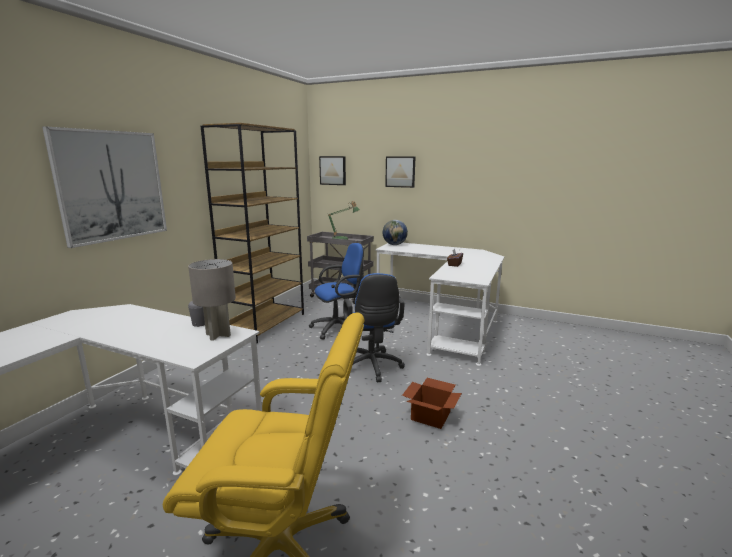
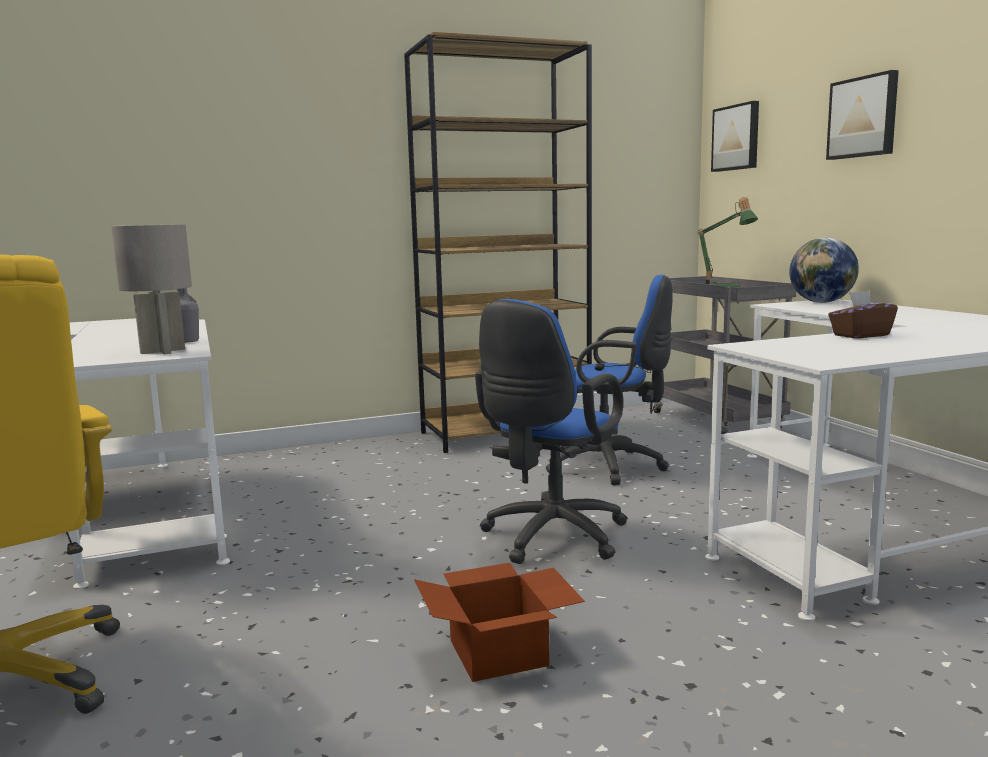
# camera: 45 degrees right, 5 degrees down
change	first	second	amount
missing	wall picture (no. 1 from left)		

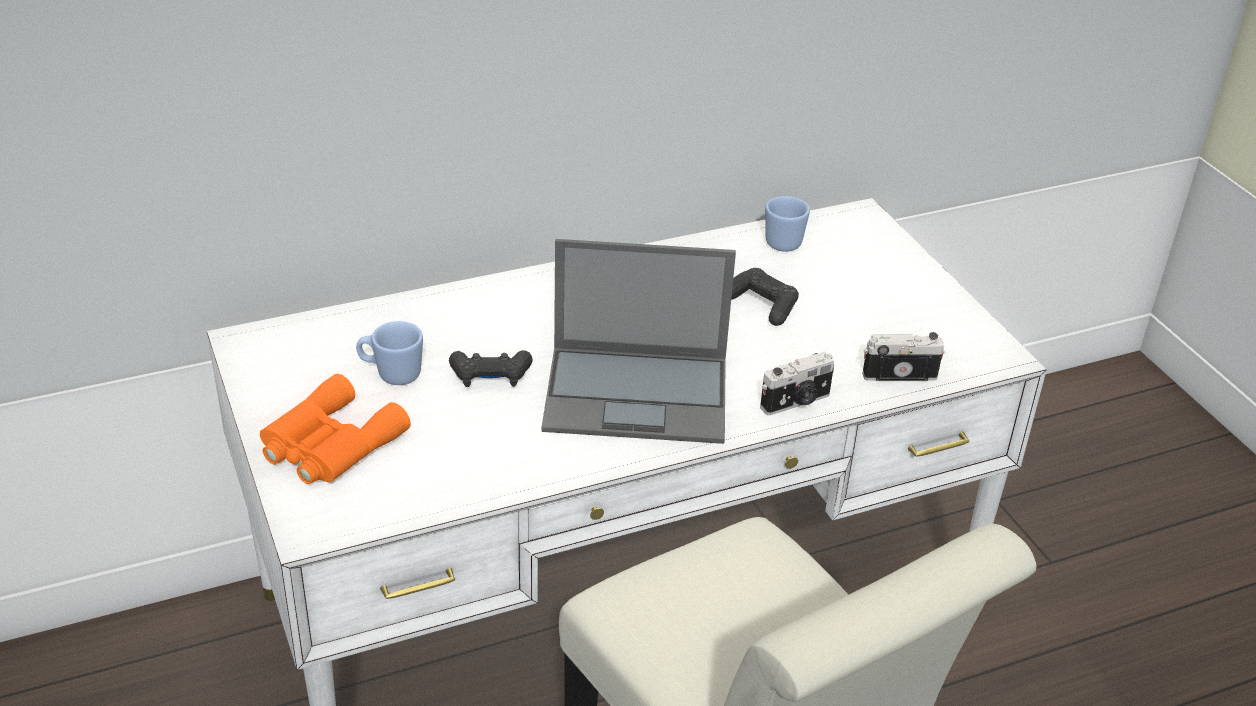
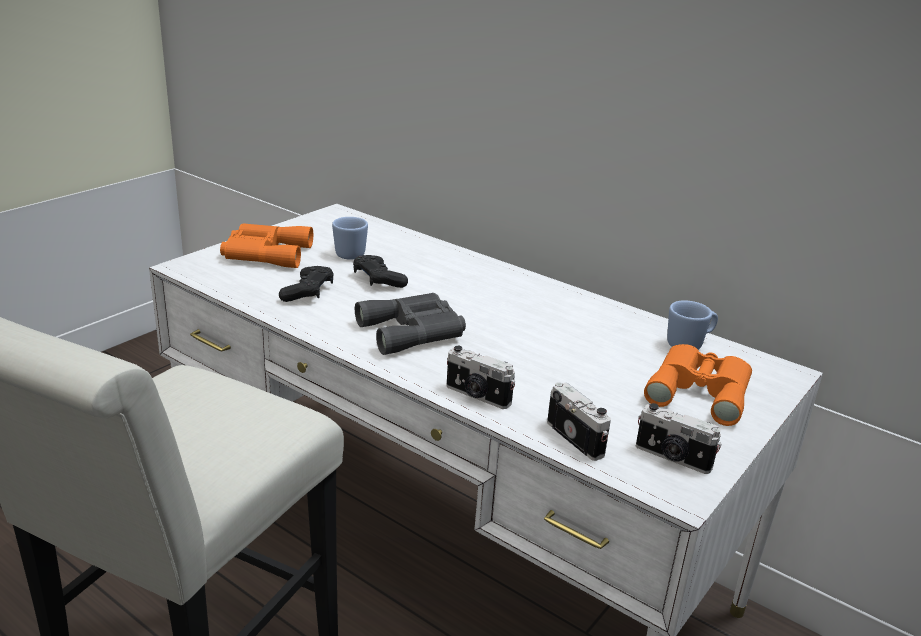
# camera: 60 degrees right, 10 degrees down
change	first	second	amount
relocated	game controller (blackish) (no. 2 from left in the first image)	game controller (blackish) (no. 1 from left)	
exchanged	notebook computer	binoculars (grey)	
appeared		still camera (no. 3 from left)	
appeared		binoculars (orange) (no. 2 from left)	

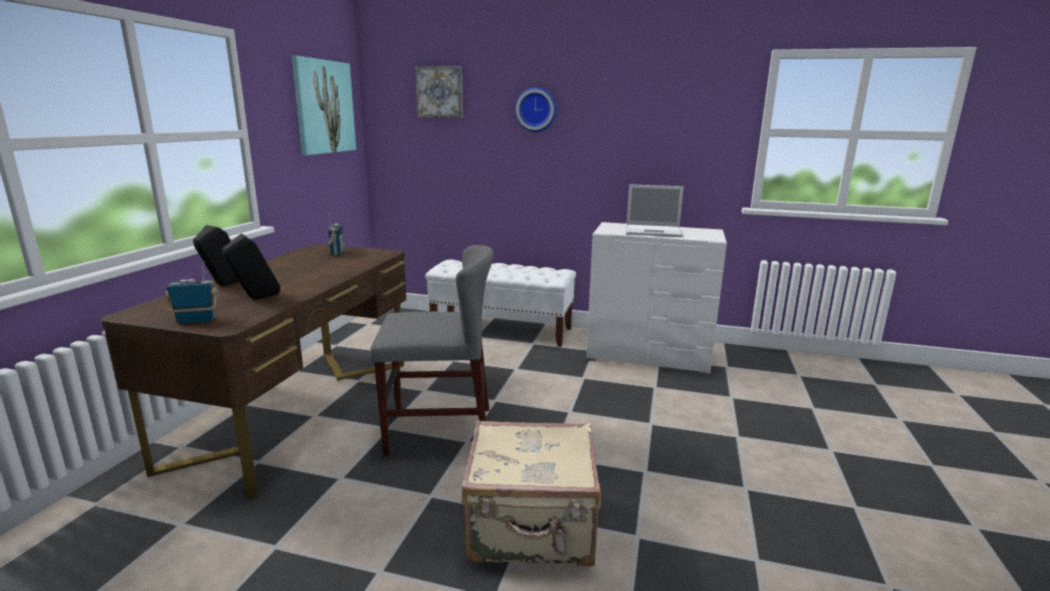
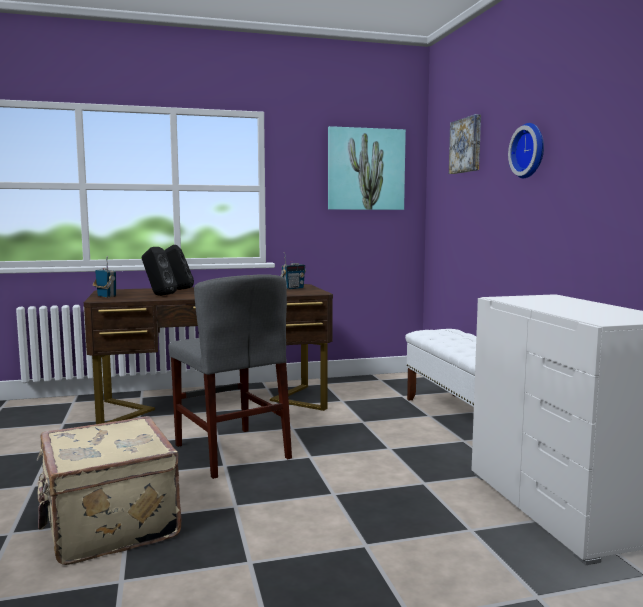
# camera: 60 degrees right, 10 degrees down
change	first	second	amount
missing	notebook computer		

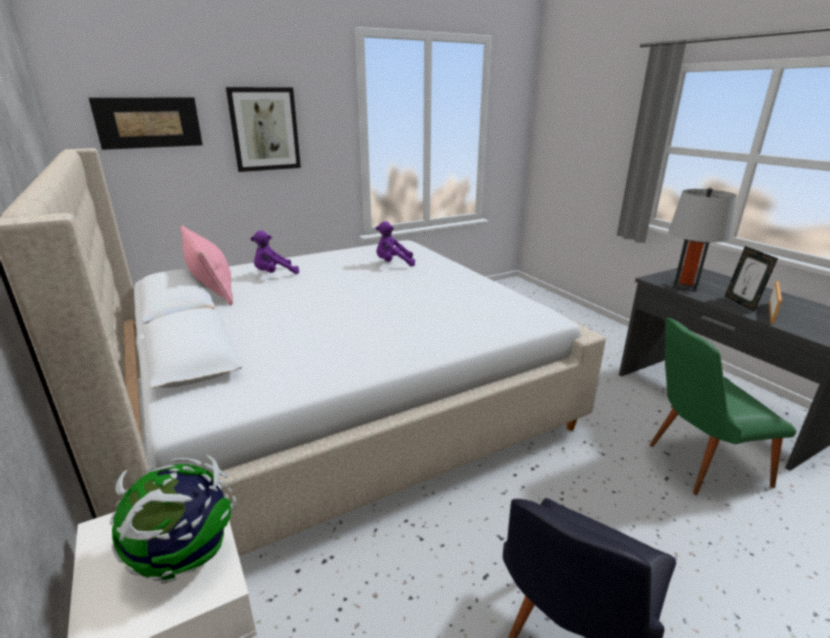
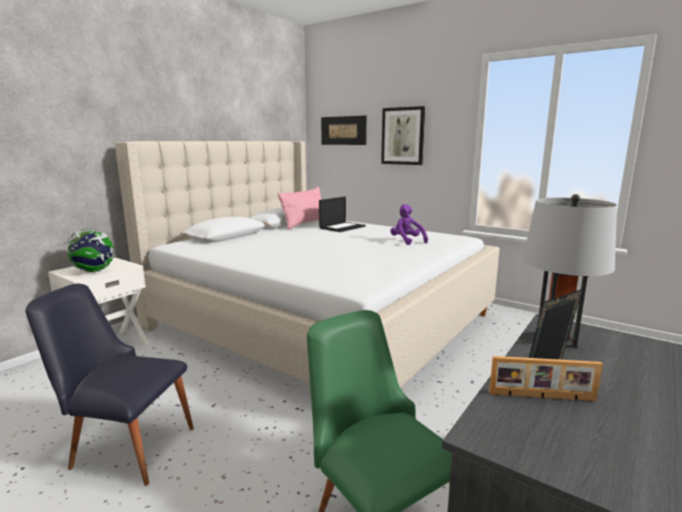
# camera: 65 degrees right, 10 degrees down
change	first	second	amount
exchanged	soft toy (purple) (no. 1 from left)	notebook computer	

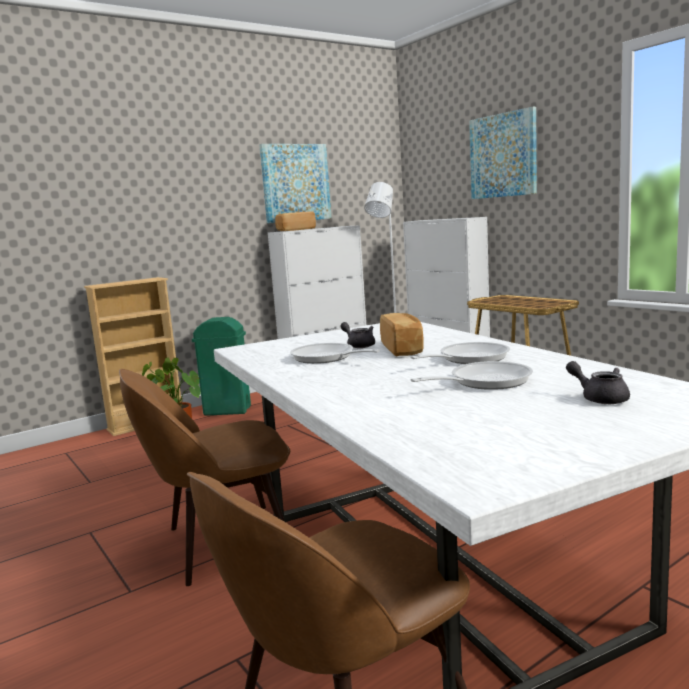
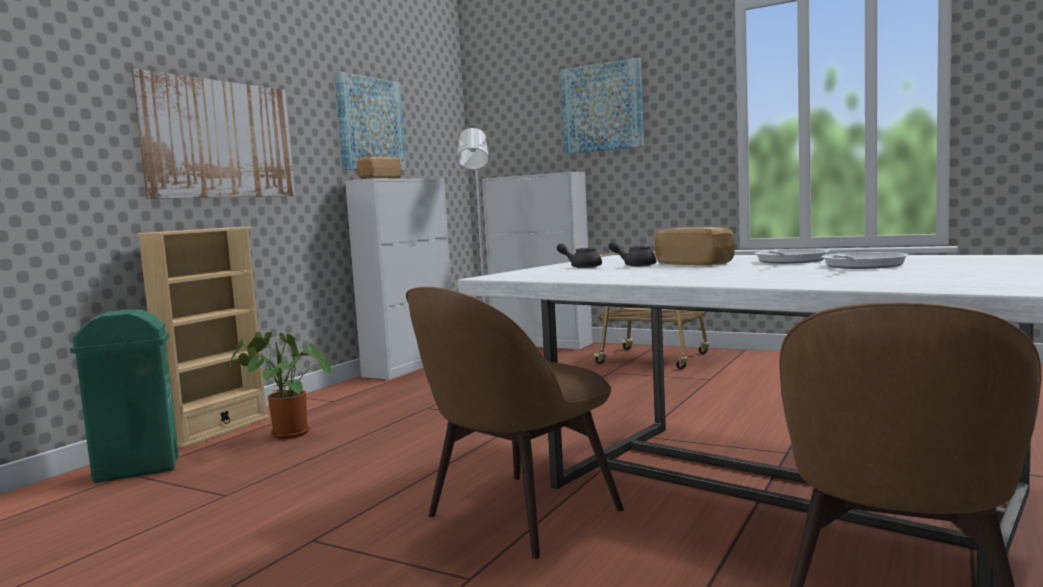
# camera: 25 degrees left, 5 degrees down
change	first	second	amount
relocated	trash can (green-coloured)		
appeared		wall picture (no. 1 from left)	
relocated	pot for tea (grey) (no. 2 from left in the first image)	pot for tea (grey) (no. 1 from left)	
missing	frying pan (no. 1 from left)		

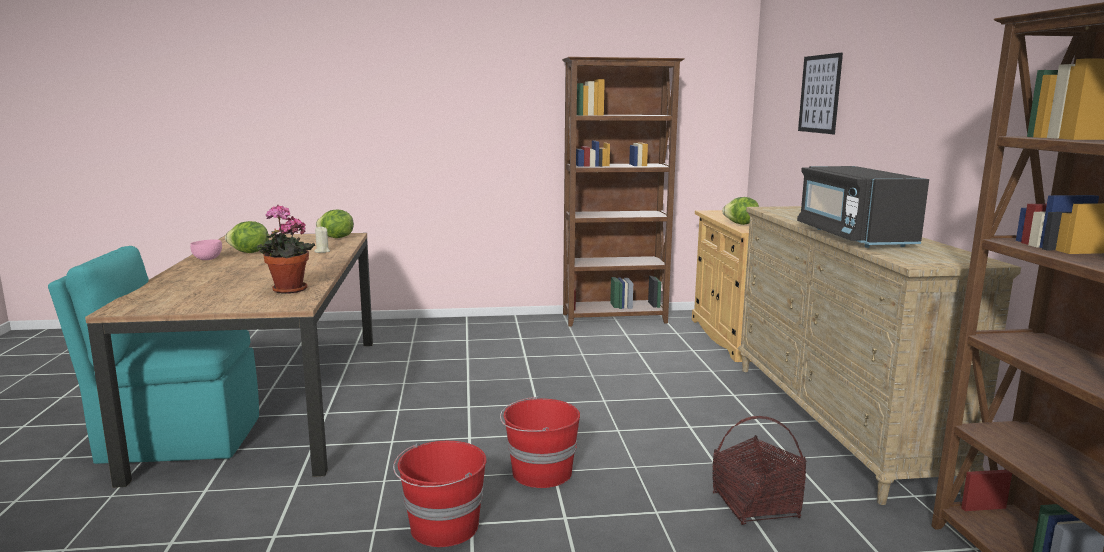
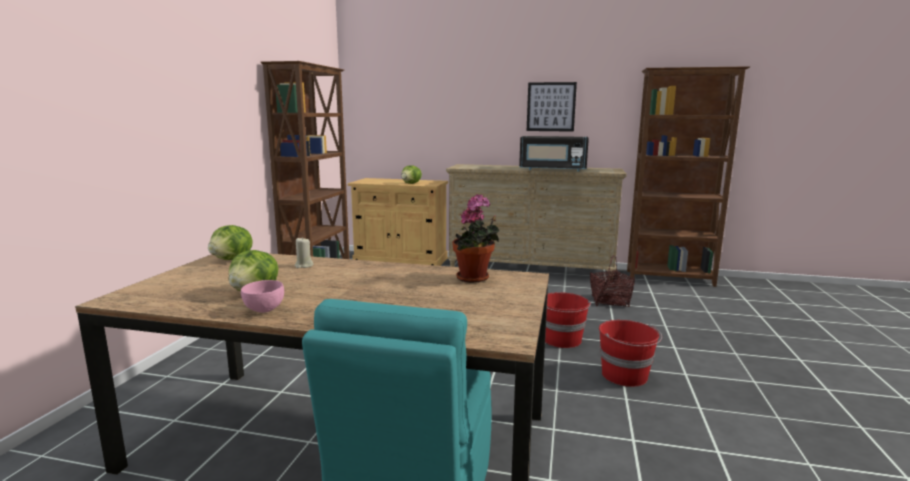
# camera: 70 degrees left, 0 degrees up
change	first	second	amount
relocated	wall picture		

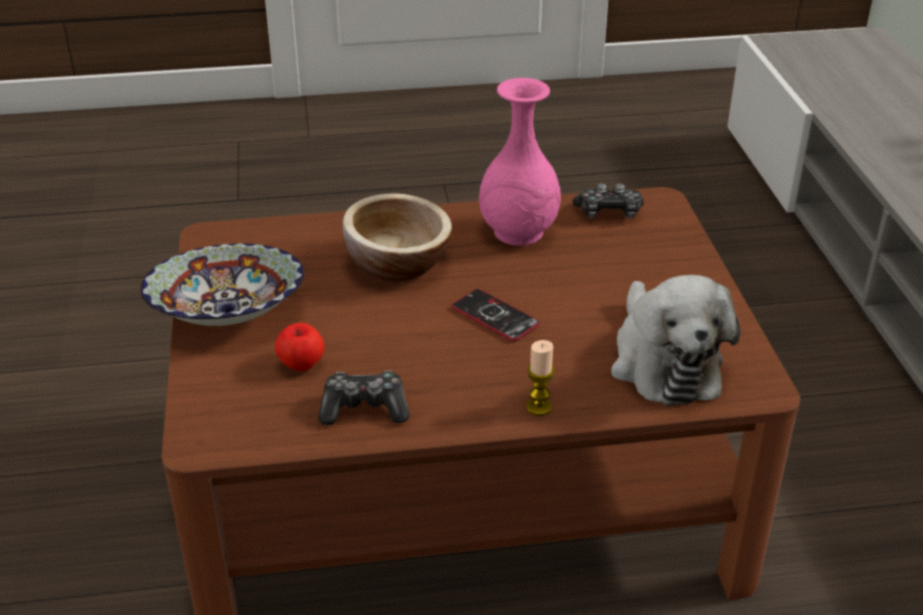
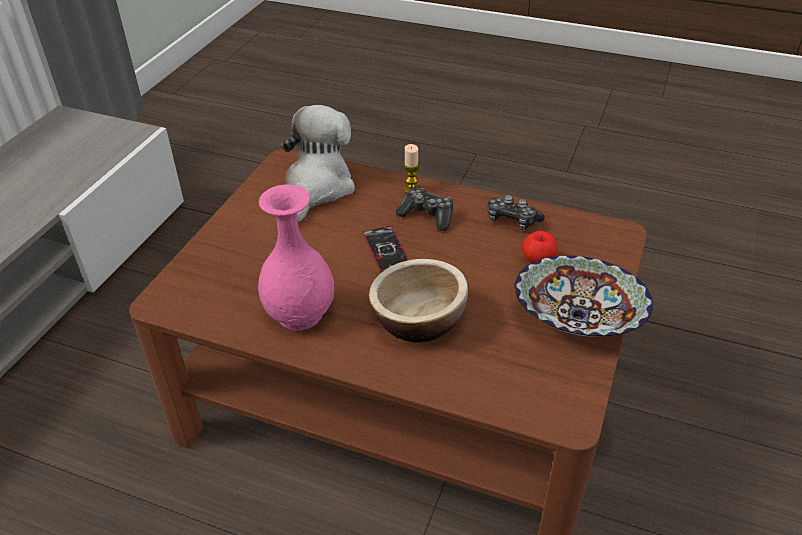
# camera: 150 degrees left, 5 degrees up
change	first	second	amount
relocated	game controller (no. 2 from left in the first image)	game controller (no. 1 from left)	

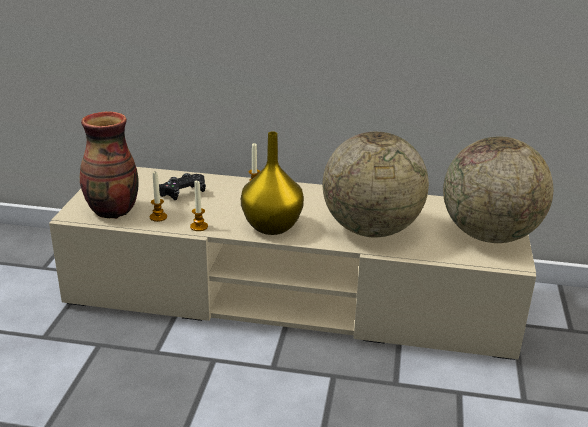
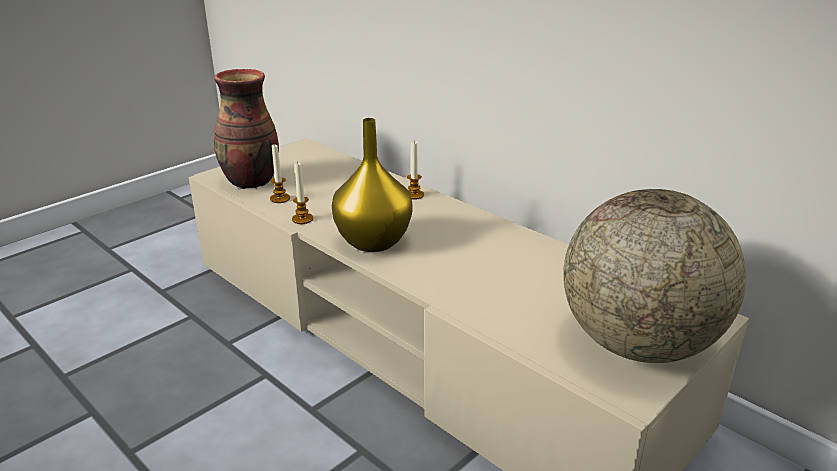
# camera: 35 degrees right, 0 degrees up
change	first	second	amount
missing	game controller (blackish)		
missing	desk globe (no. 1 from left)		

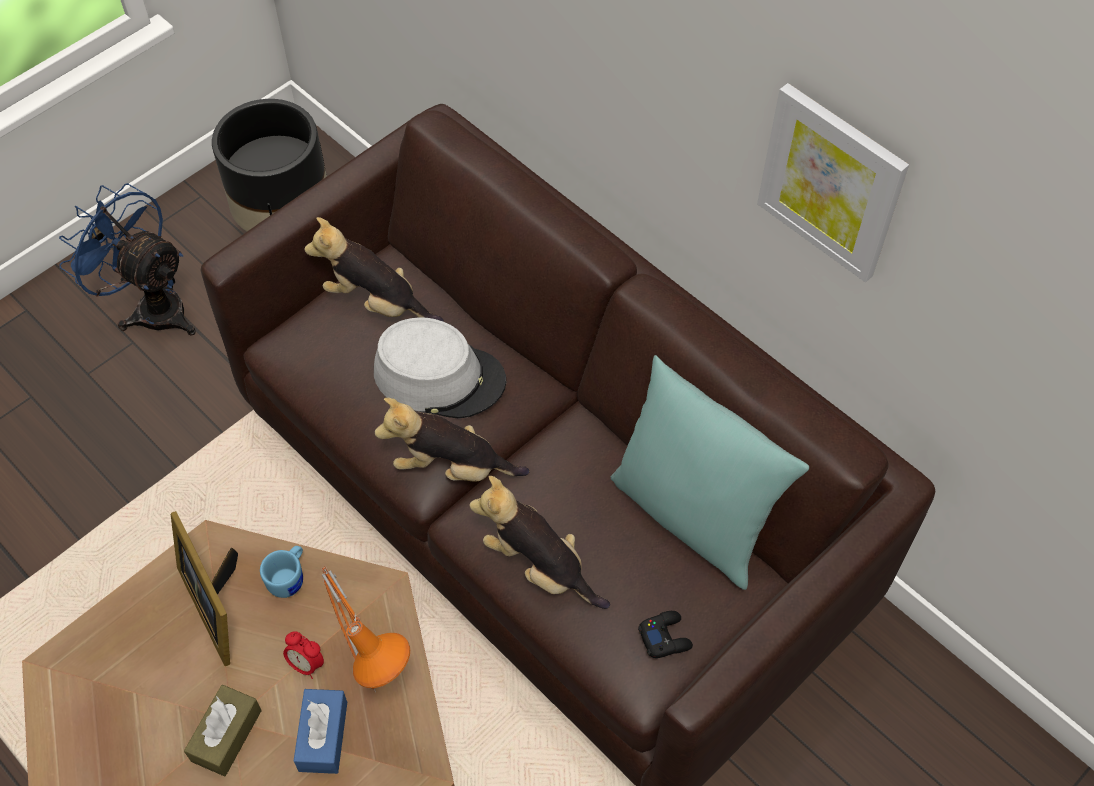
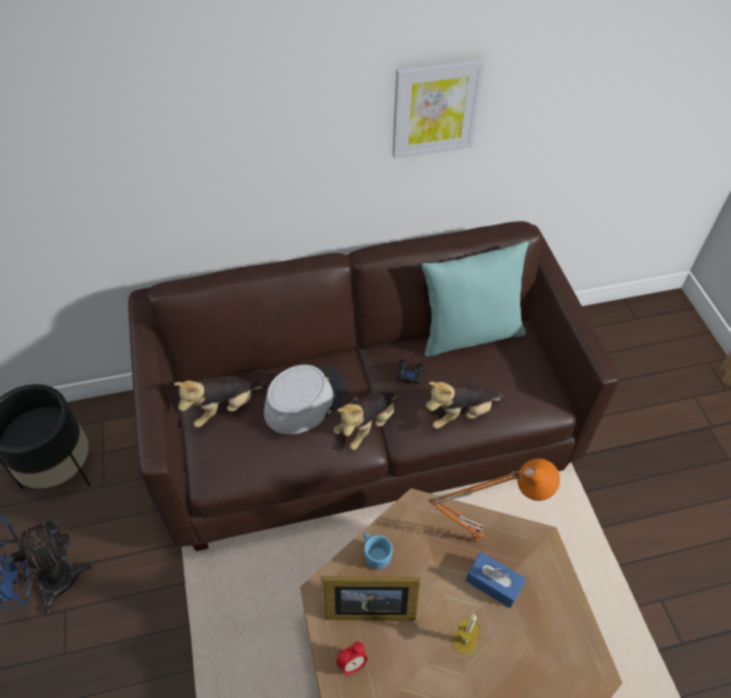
# camera: 60 degrees left, 5 degrees down
change	first	second	amount
relocated	bedside clock		
relocated	game controller (blackish)		
exchanged	tissue holder (brown-coloured)	wax candle	

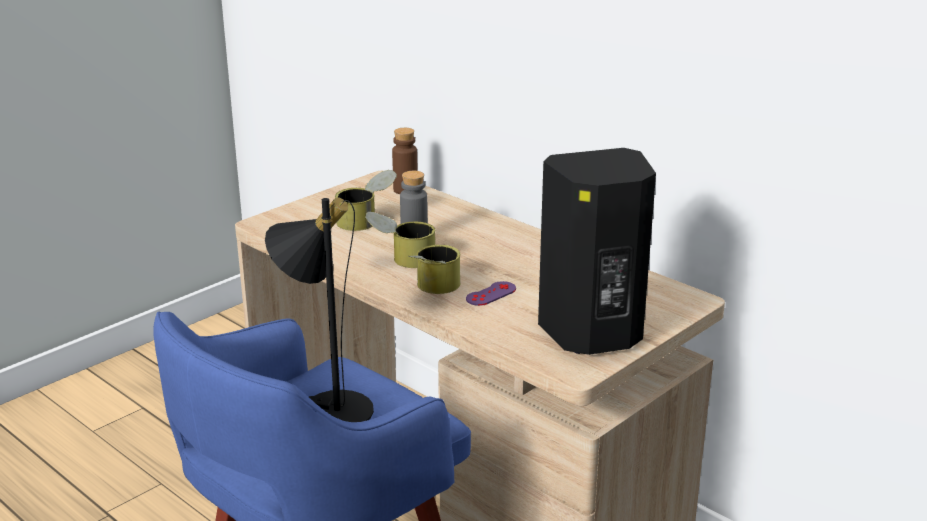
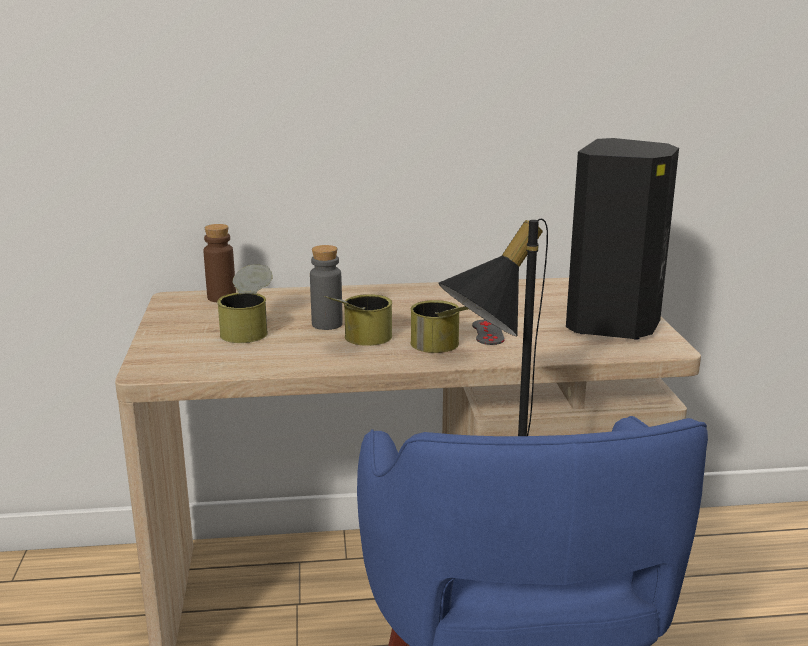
# camera: 50 degrees left, 5 degrees down
change	first	second	amount
colour	game controller (purple)	game controller (grey)	

